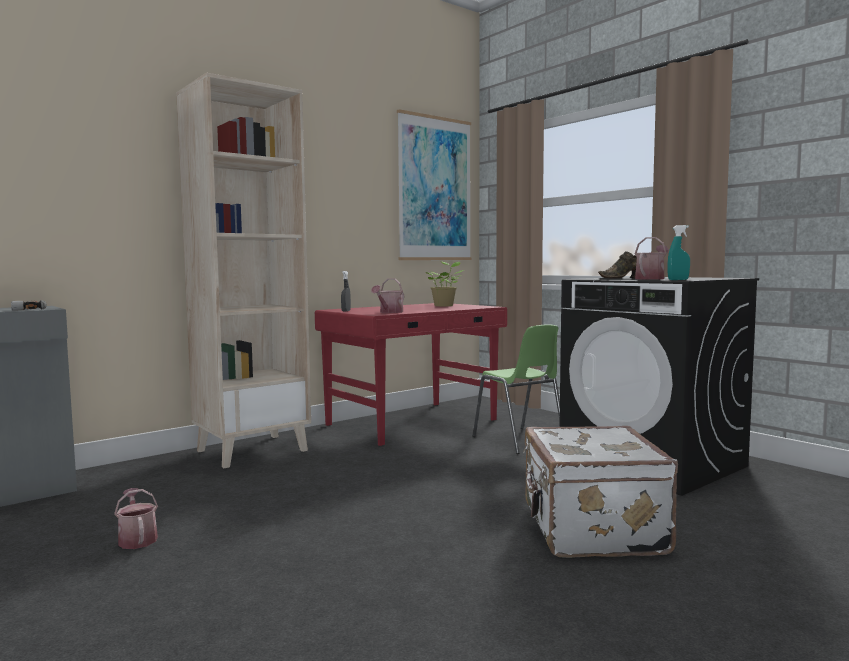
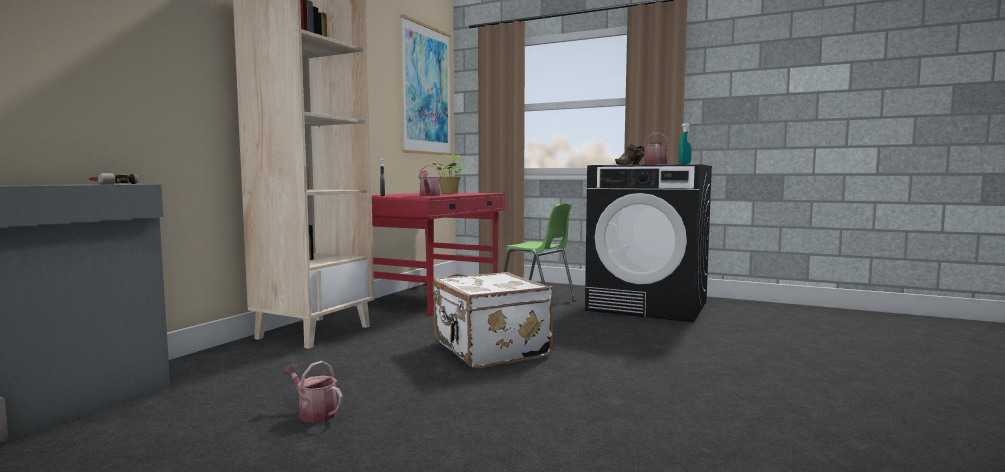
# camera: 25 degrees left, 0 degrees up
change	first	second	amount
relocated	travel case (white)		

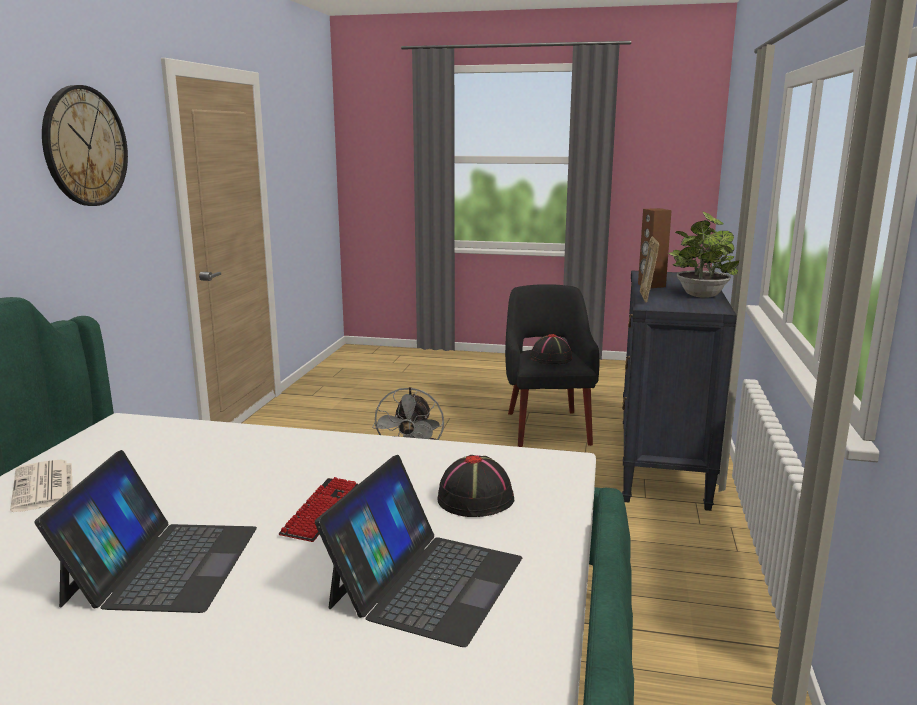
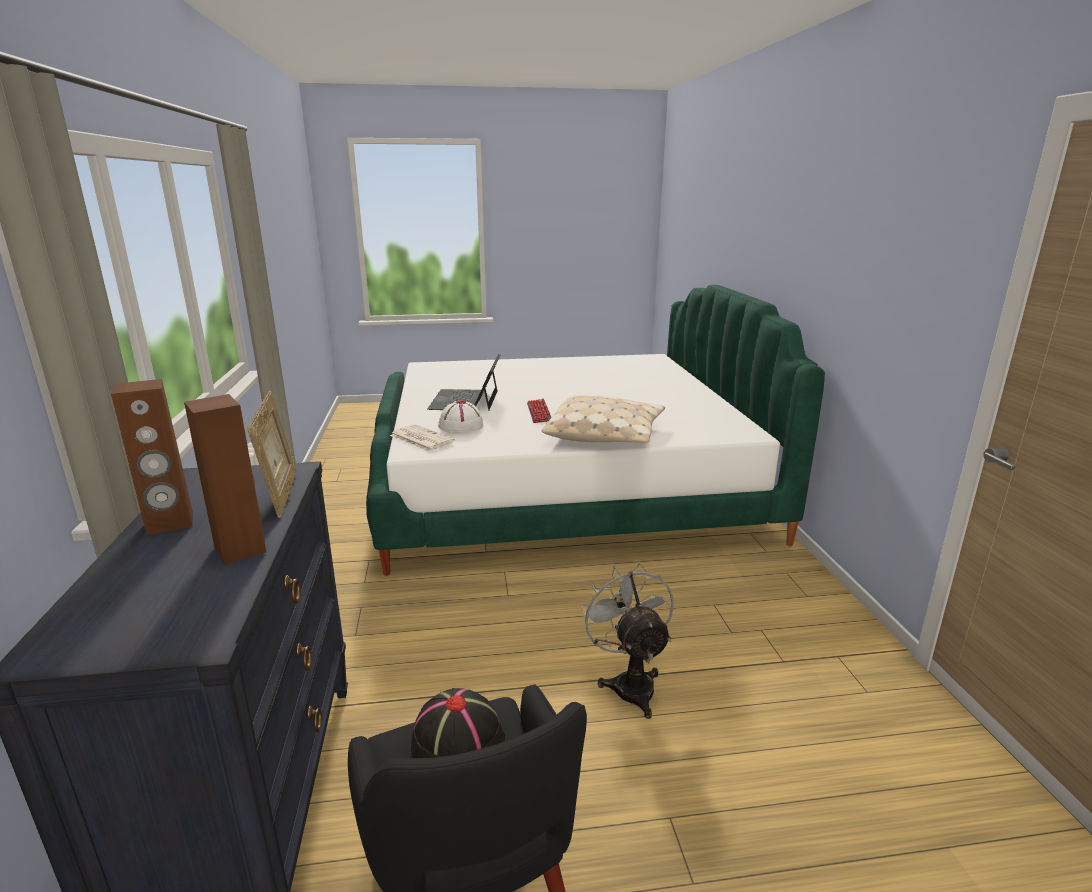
# camera: 160 degrees right, 5 degrees up
change	first	second	amount
exchanged	houseplant	speaker (brown-coloured) (no. 1 from left)	
relocated	newspaper		
colour	wearable hat (blackish) (no. 1 from left)	wearable hat (white)	
appeared		cushion (sand-coloured)	
missing	notebook computer (no. 1 from left)		
missing	clock on the wall		

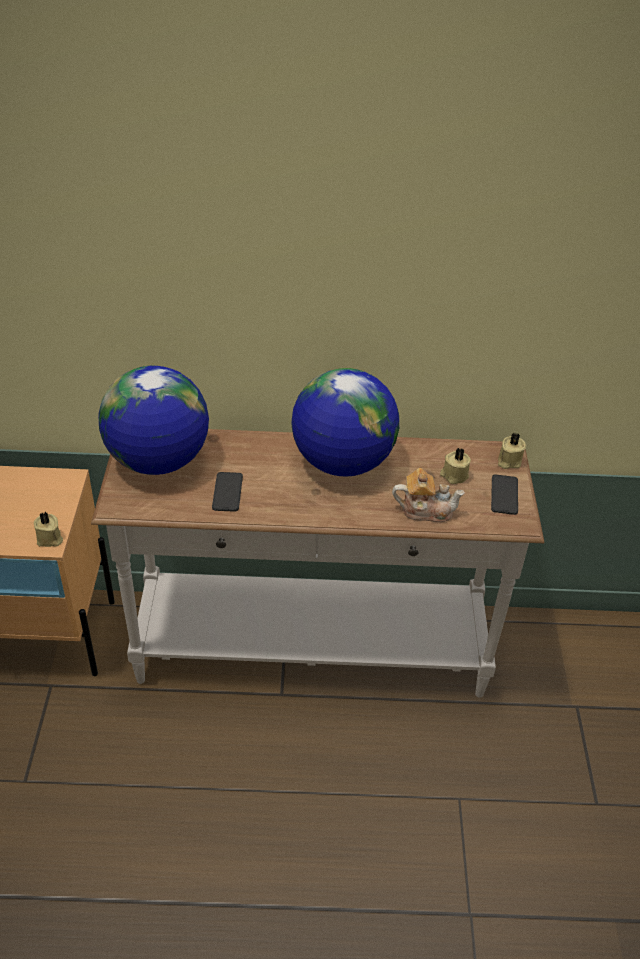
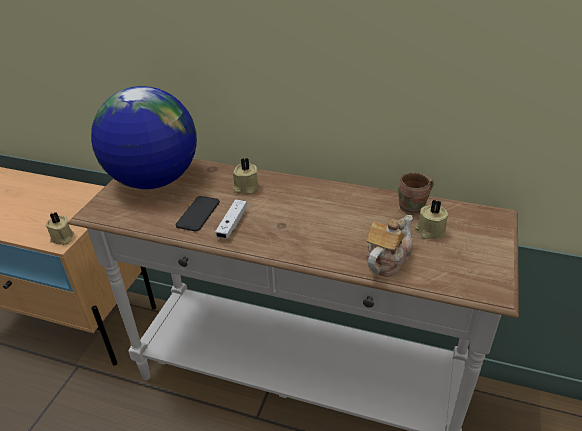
# camera: 20 degrees right, 5 degrees down
change	first	second	amount
appeared		game controller (white)	
relocated	wax candle (sand-coloured) (no. 3 from left in the first image)	wax candle (sand-coloured) (no. 2 from left)	
spun	pot for tea		75 degrees counterclockwise
appeared		tea mug (brown-coloured)	
missing	desk globe (no. 2 from left)		
missing	phone (no. 2 from left)		

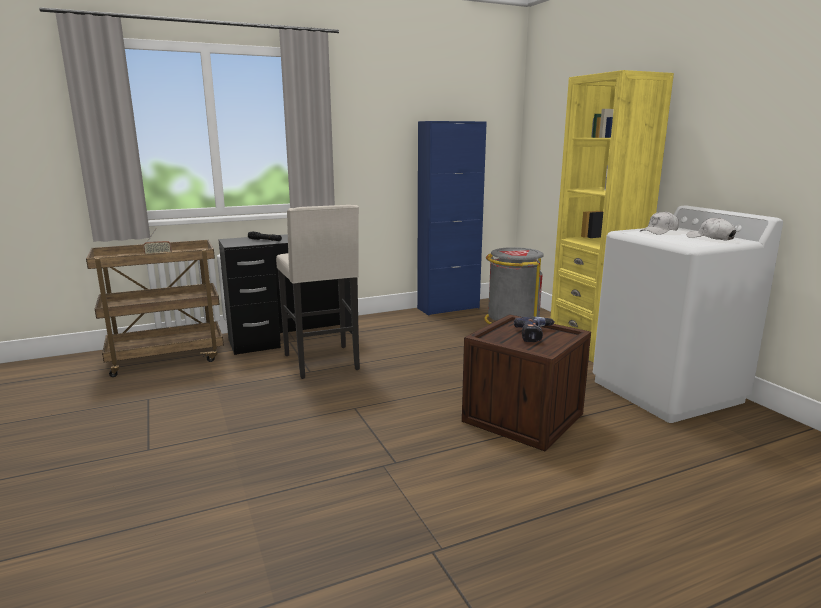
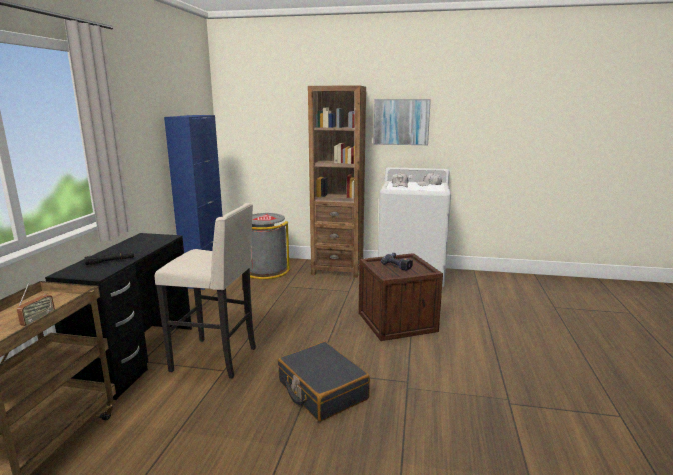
# camera: 55 degrees left, 0 degrees up
change	first	second	amount
appeared		travel case (blackish)	
colour	bookshelf (yellowish)	bookshelf (brown-coloured)	
appeared		wall picture	

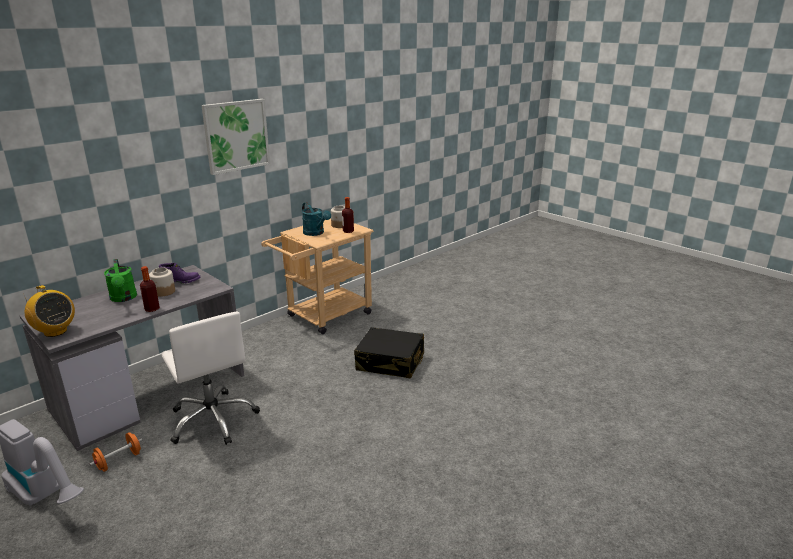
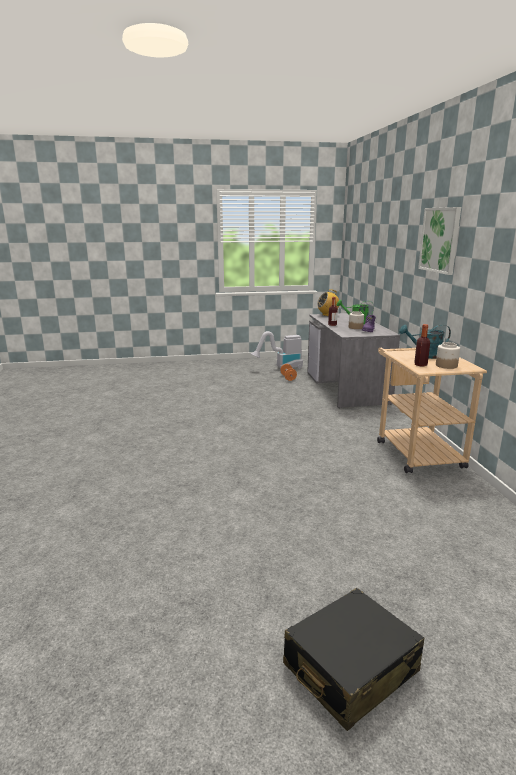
# camera: 125 degrees right, 5 degrees down
change	first	second	amount
relocated	travel case (blackish)		
missing	computer chair (white)		

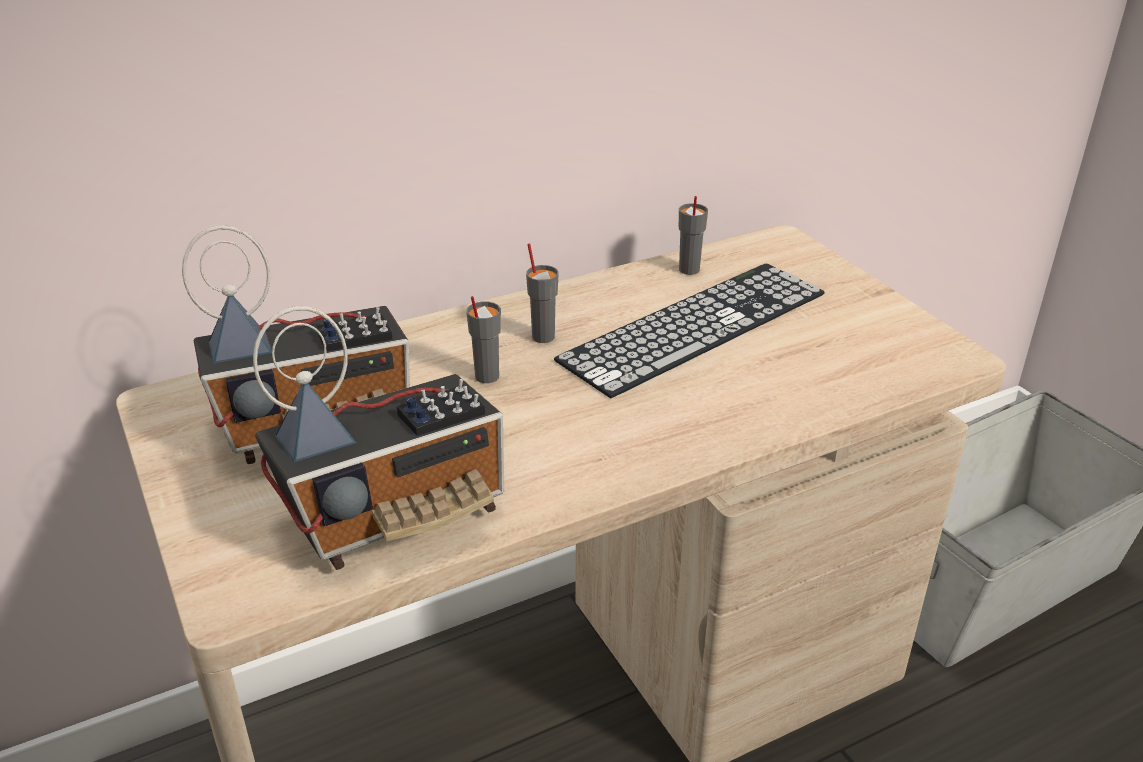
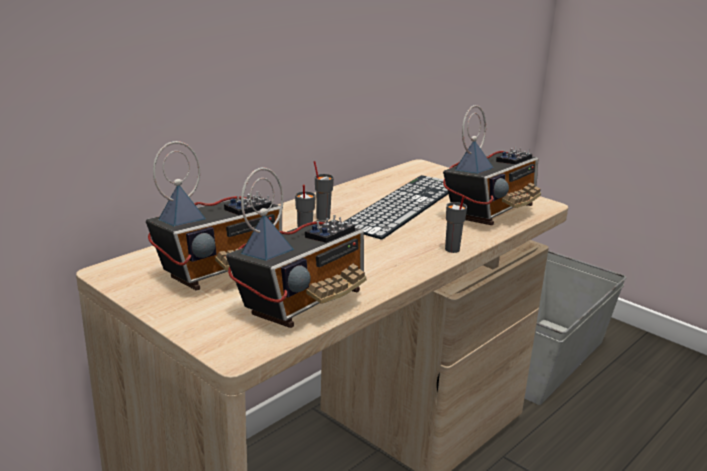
# camera: 20 degrees left, 10 degrees down
change	first	second	amount
appeared		radio (no. 3 from left)	
relocated	drinking cup (grey) (no. 3 from left)		

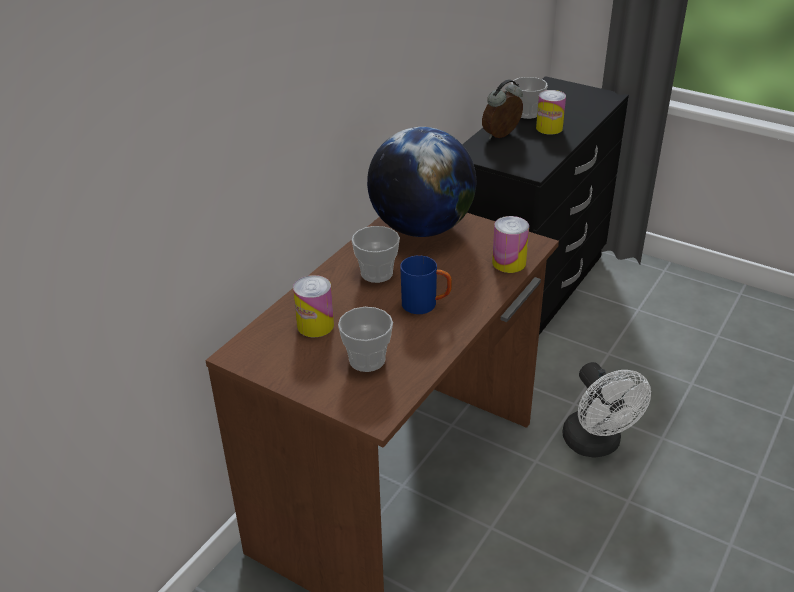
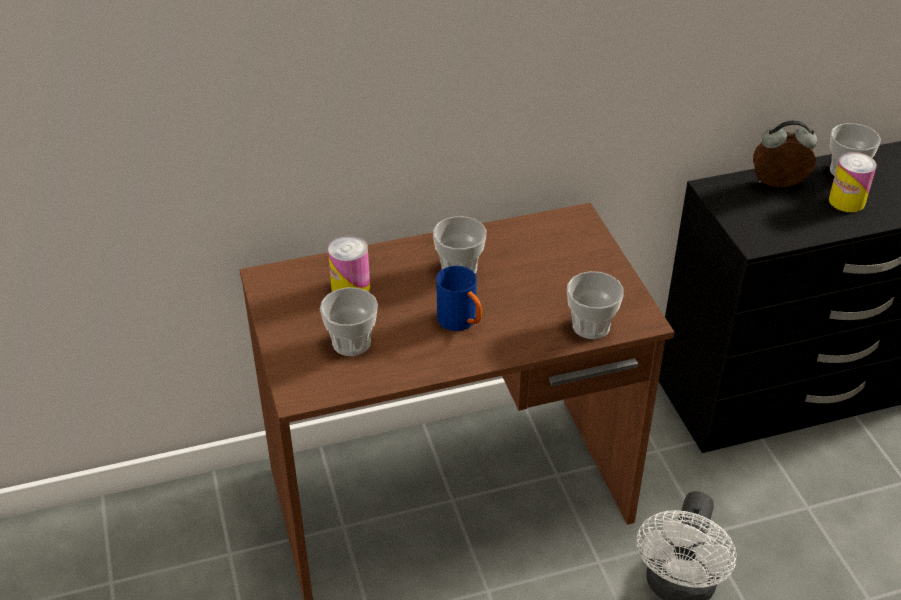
# camera: 40 degrees right, 5 degrees up
change	first	second	amount
exchanged	can (no. 2 from left)	drinking cup (no. 3 from left)	
missing	desk globe		

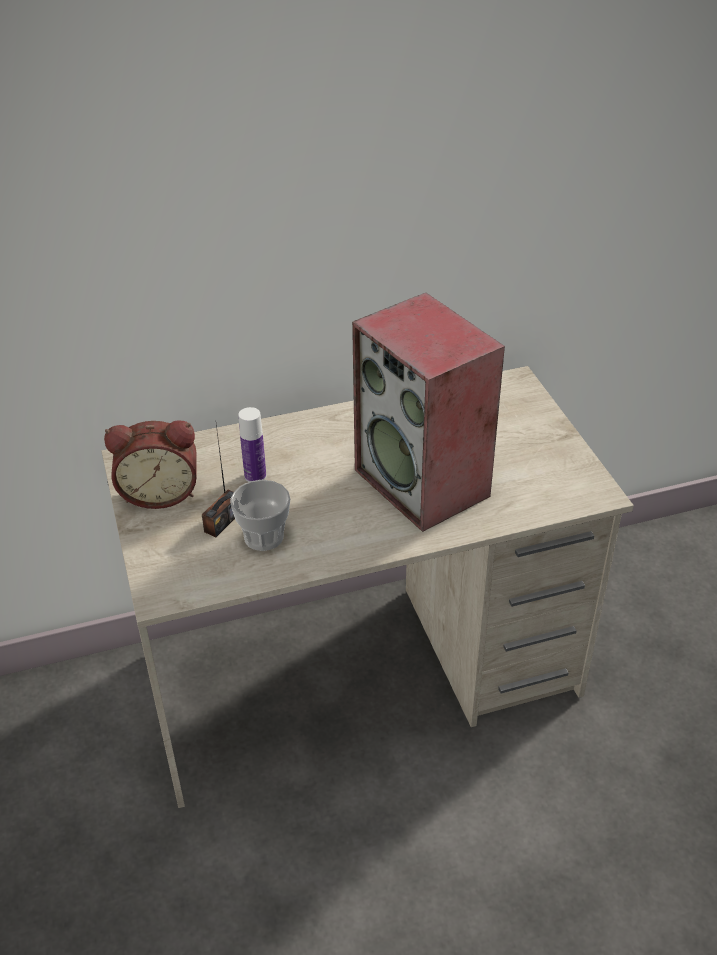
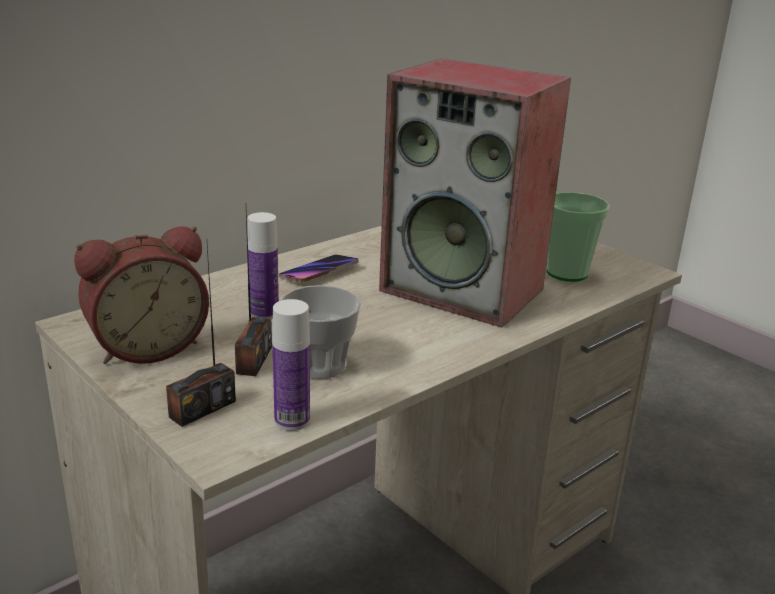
# camera: 25 degrees left, 15 degrees down
change	first	second	amount
appeared		radio (no. 1 from left)	
appeared		beverage bottle (no. 2 from left)	
appeared		phone	
appeared		drinking cup (no. 2 from left)	

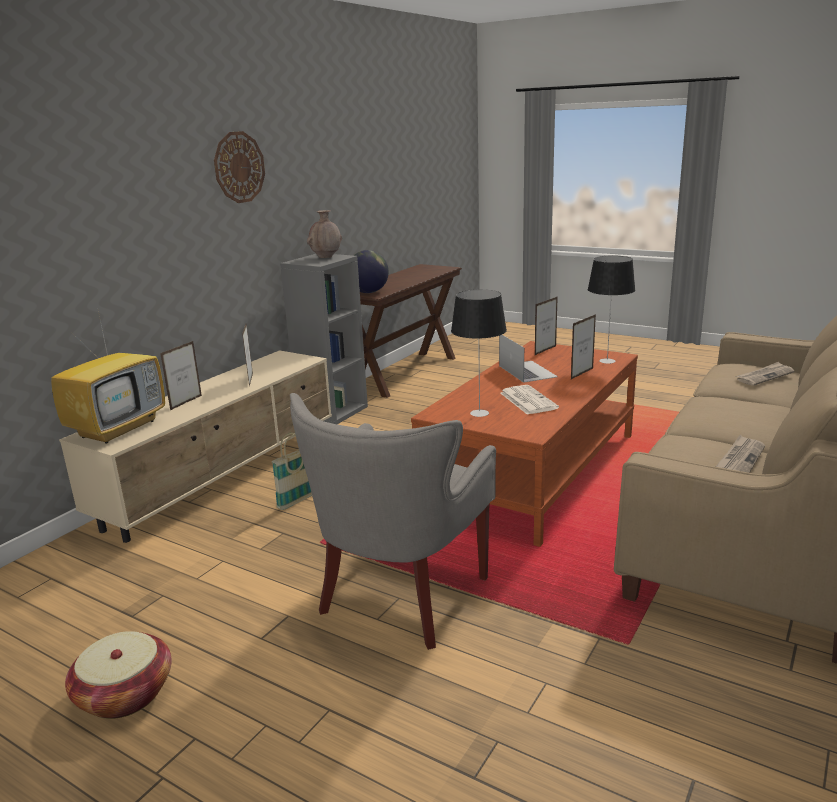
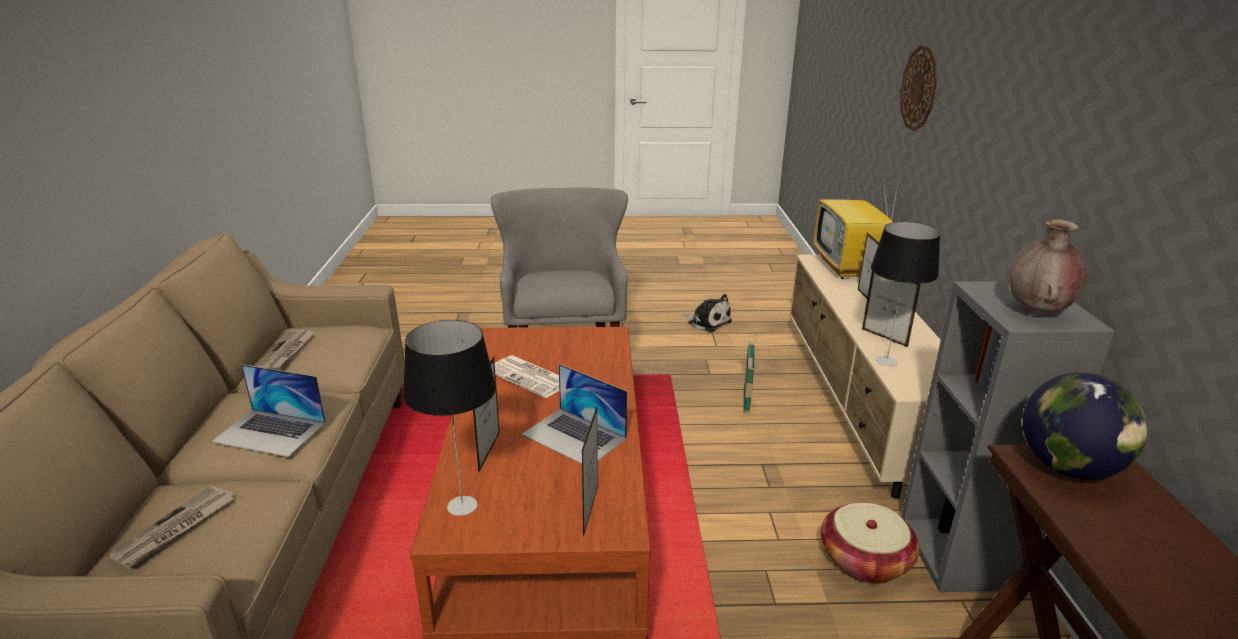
# camera: 145 degrees right, 5 degrees up
change	first	second	amount
appeared		notebook computer (no. 1 from left)	
appeared		soft toy	
relocated	basket (no. 1 from left in the first image)	basket (no. 2 from left)	
relocated	lamp for a table (no. 1 from left in the first image)	lamp for a table (no. 2 from left)	
relocated	clock on the wall		

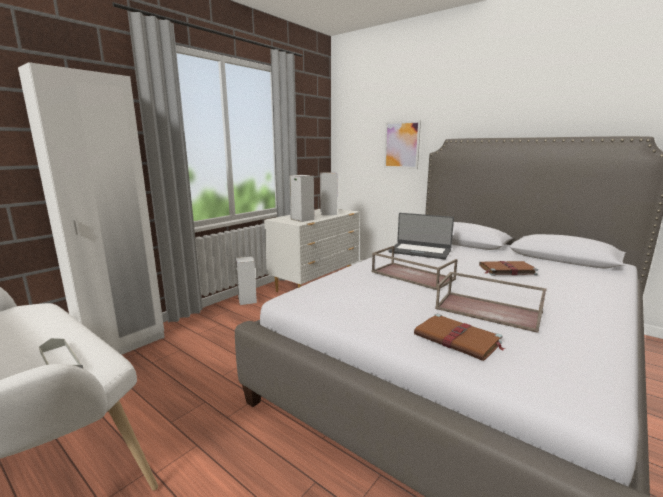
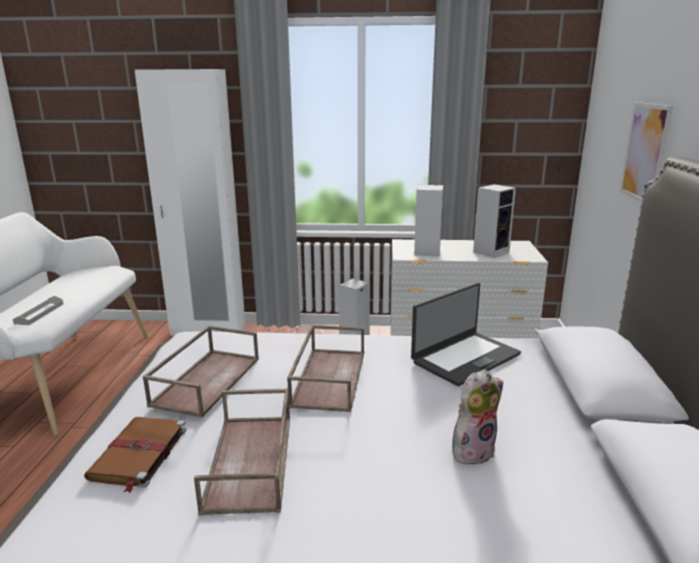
# camera: 55 degrees right, 5 degrees up
change	first	second	amount
appeared		carrying tray (brown-coloured) (no. 1 from left)	
spun	notebook computer		120 degrees counterclockwise
exchanged	volume (brown-coloured) (no. 2 from left)	soft toy	

